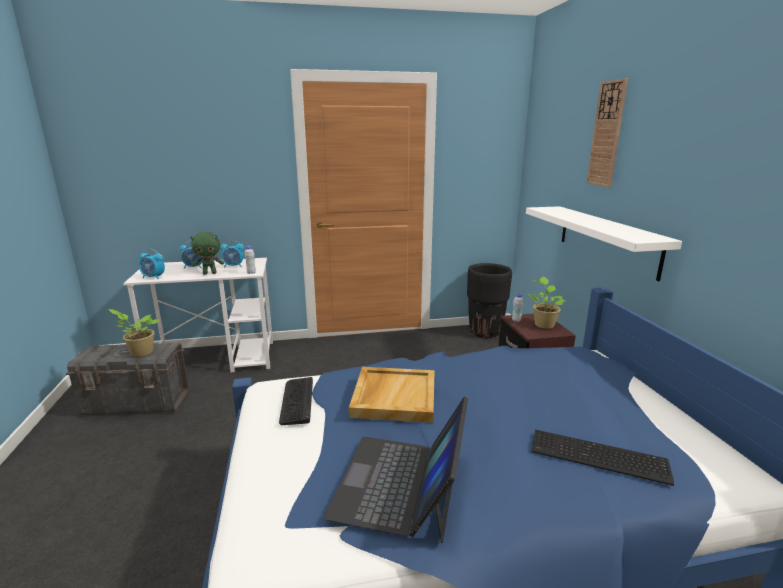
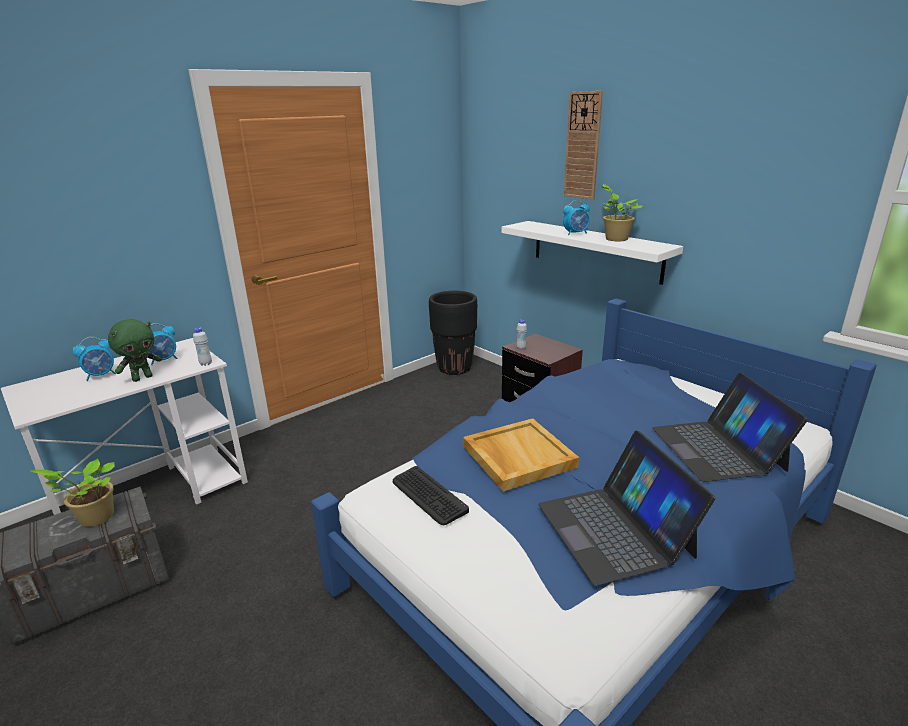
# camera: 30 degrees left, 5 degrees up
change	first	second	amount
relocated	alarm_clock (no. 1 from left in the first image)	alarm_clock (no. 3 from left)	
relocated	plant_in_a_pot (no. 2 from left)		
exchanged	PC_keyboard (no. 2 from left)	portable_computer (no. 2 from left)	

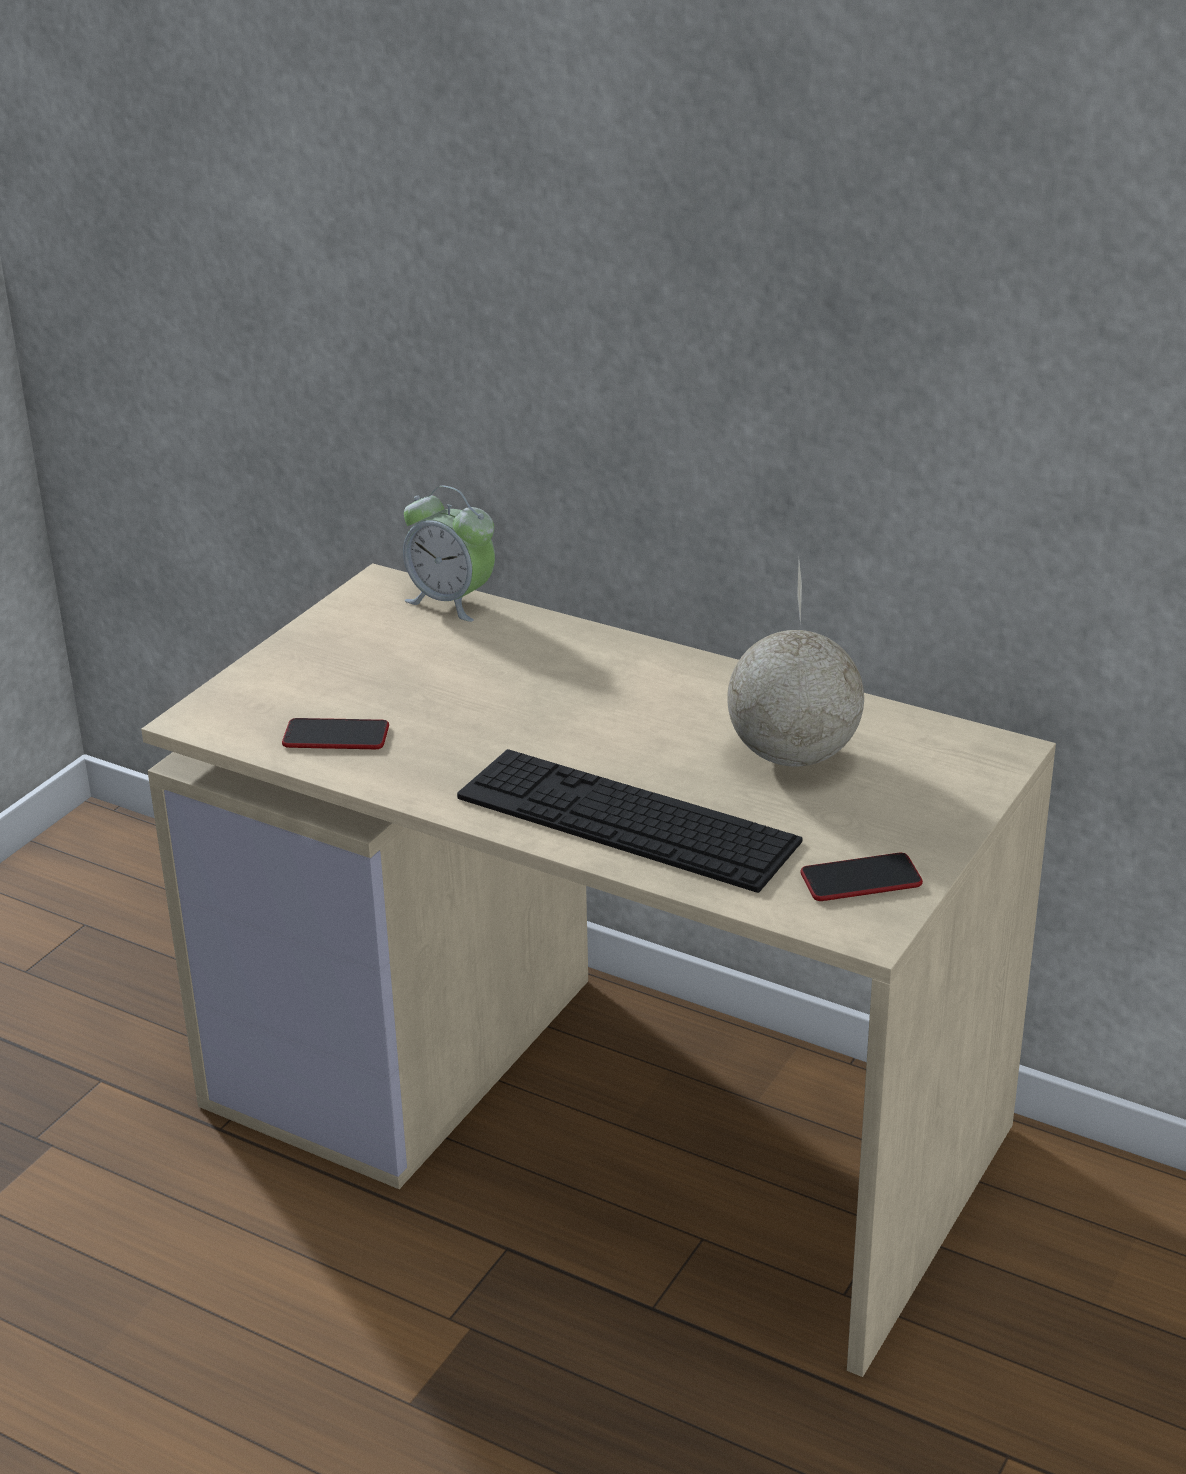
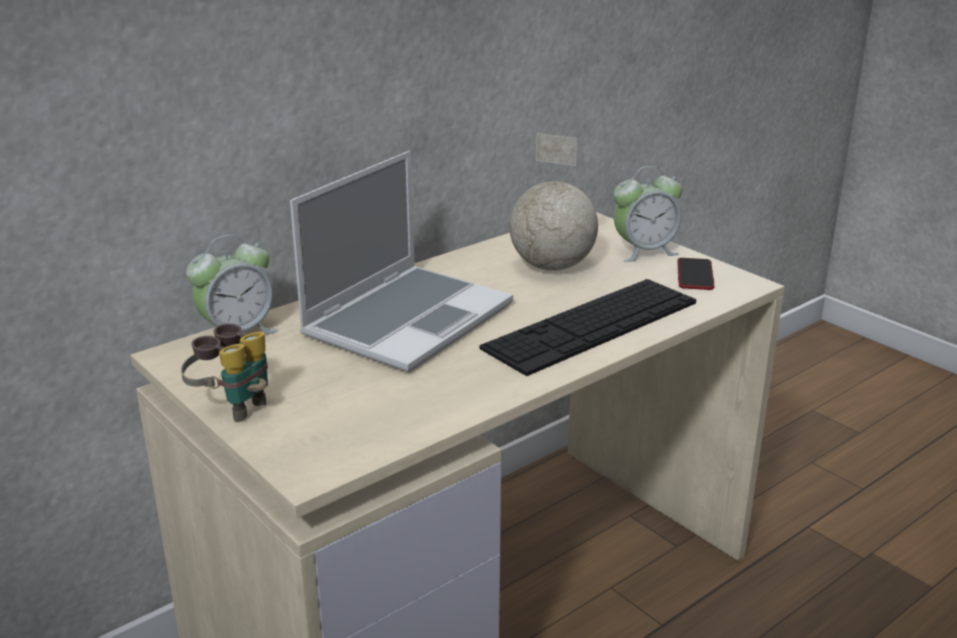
# camera: 70 degrees left, 5 degrees down
change	first	second	amount
missing	phone (no. 1 from left)		
appeared		portable_computer	
appeared		alarm_clock (no. 2 from left)	
appeared		binoculars	

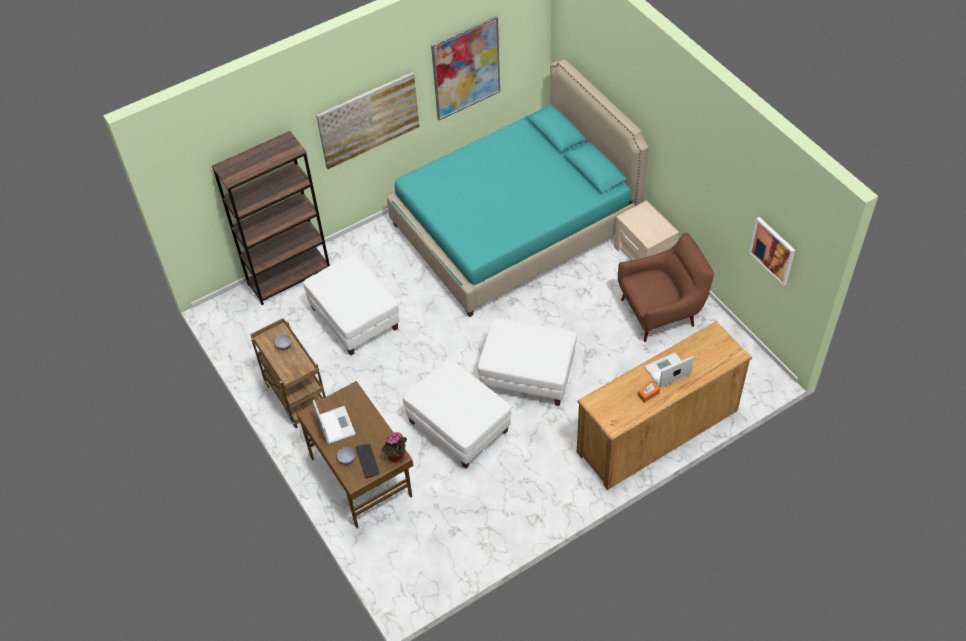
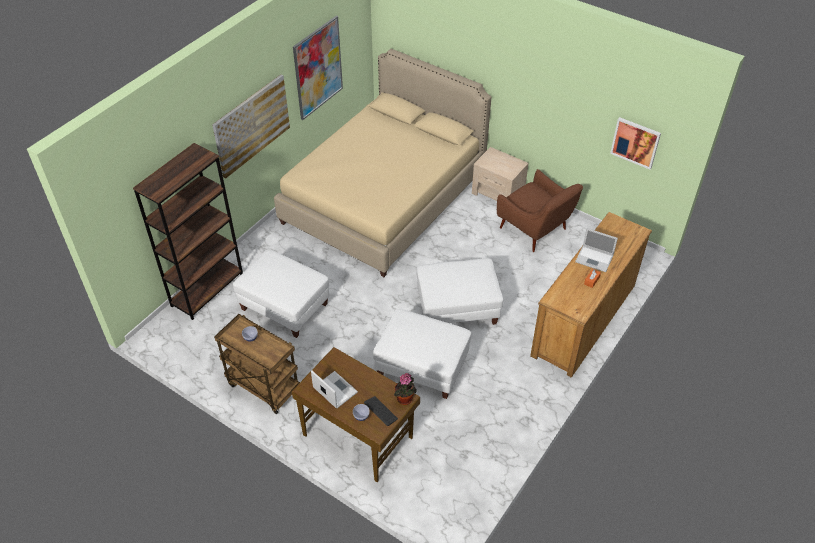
# camera: 25 degrees left, 5 degrees down
change	first	second	amount
colour	turquoise-coloured_bedroom_bed	sand-coloured_bedroom_bed	
spun	brown_easy_chair		90 degrees clockwise
spun	portable_computer (no. 2 from left)		105 degrees counterclockwise

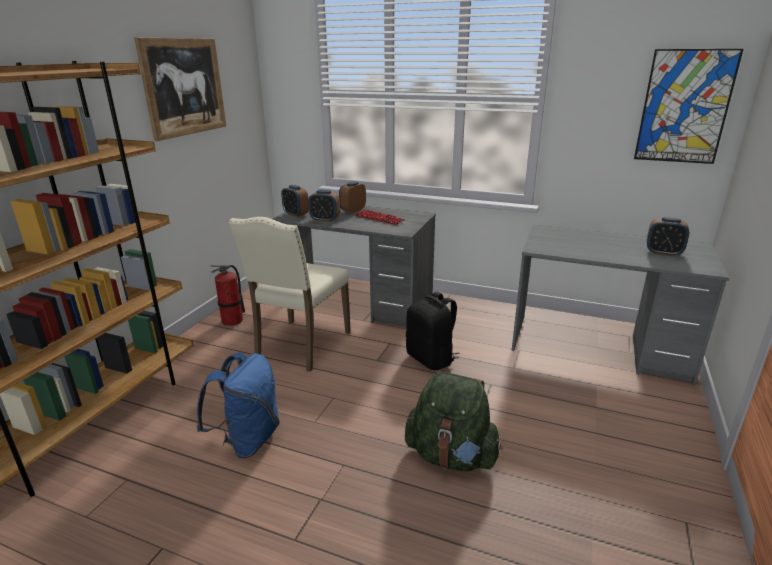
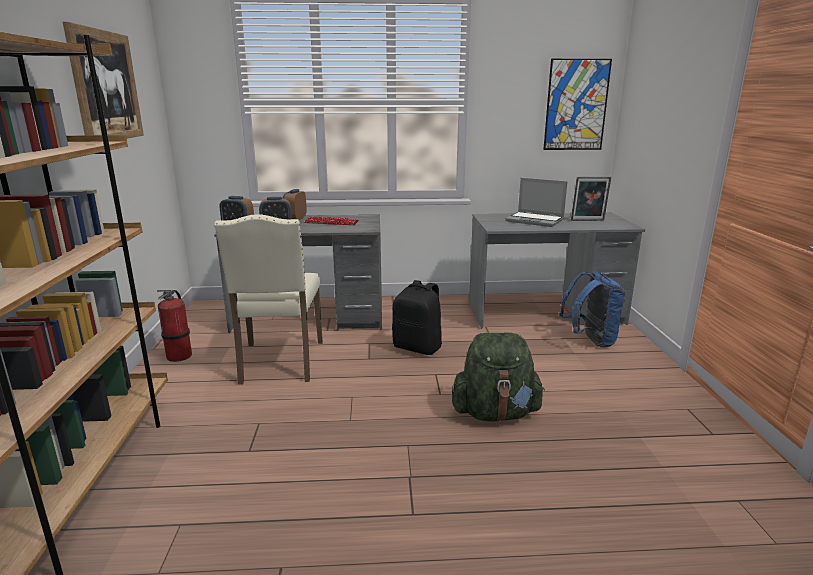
# camera: 25 degrees left, 5 degrees down
change	first	second	amount
exchanged	alarm_clock (no. 4 from left)	standing_frame	
relocated	blue_rucksack		
appeared		portable_computer	

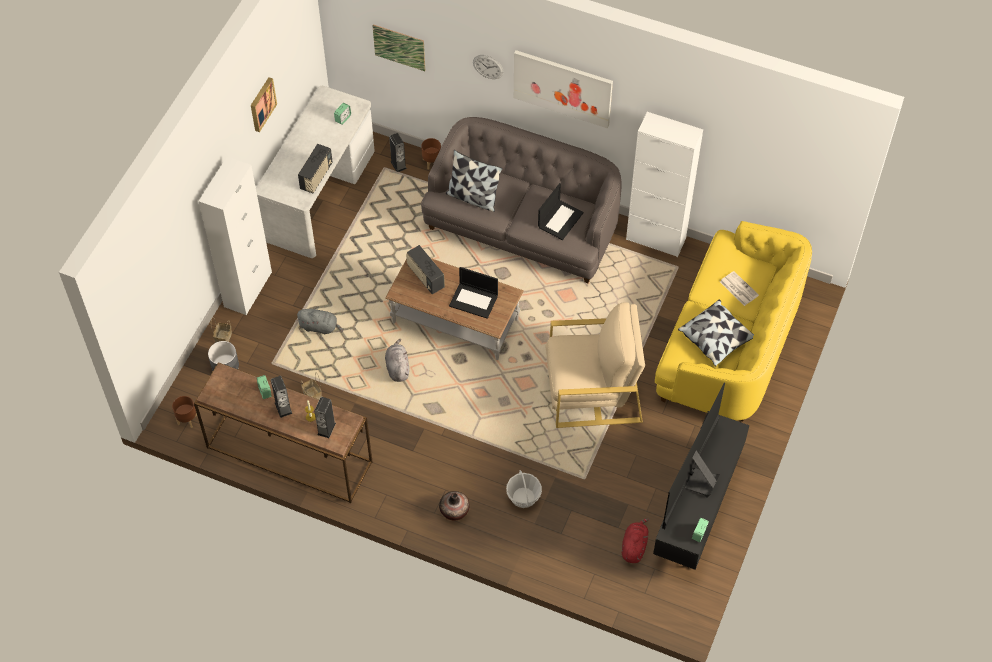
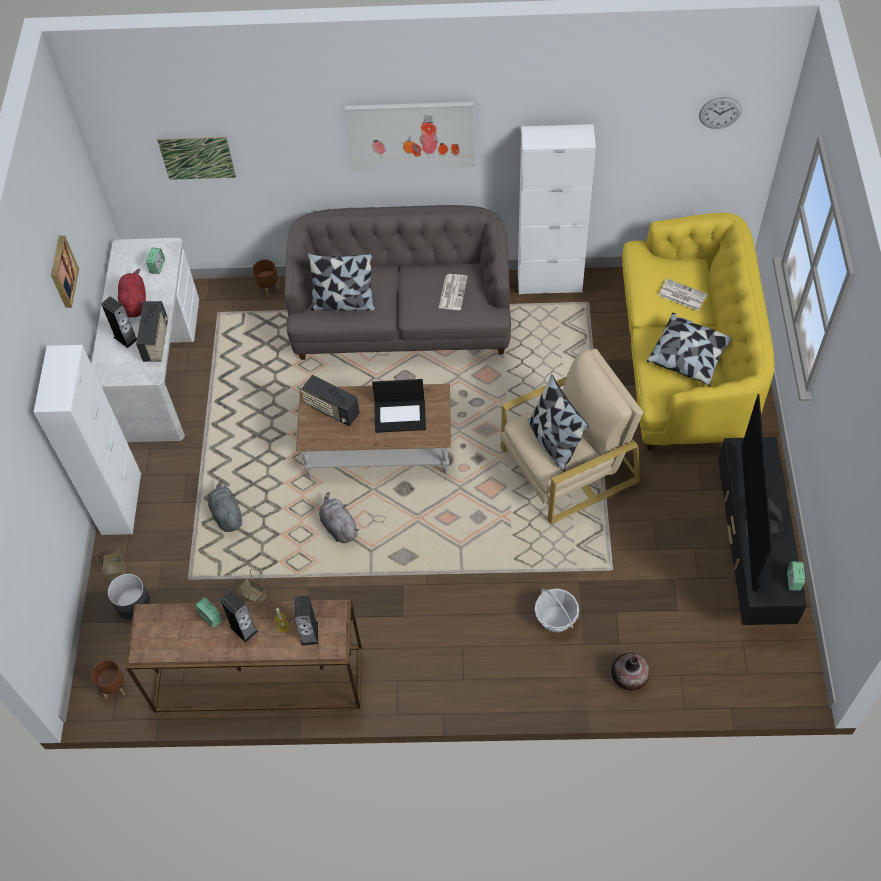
# camera: 20 degrees left, 0 degrees up
change	first	second	amount
relocated	hanging_clock		
relocated	audio_speaker (no. 3 from left in the first image)	audio_speaker (no. 1 from left)	
exchanged	portable_computer (no. 2 from left)	daily_paper (no. 1 from left)	
spun	greyish_plush_toy (no. 1 from left)		105 degrees counterclockwise
relocated	decorative_vase		
relocated	reddish_plush_toy		
appeared		throw_pillow (no. 2 from left)	

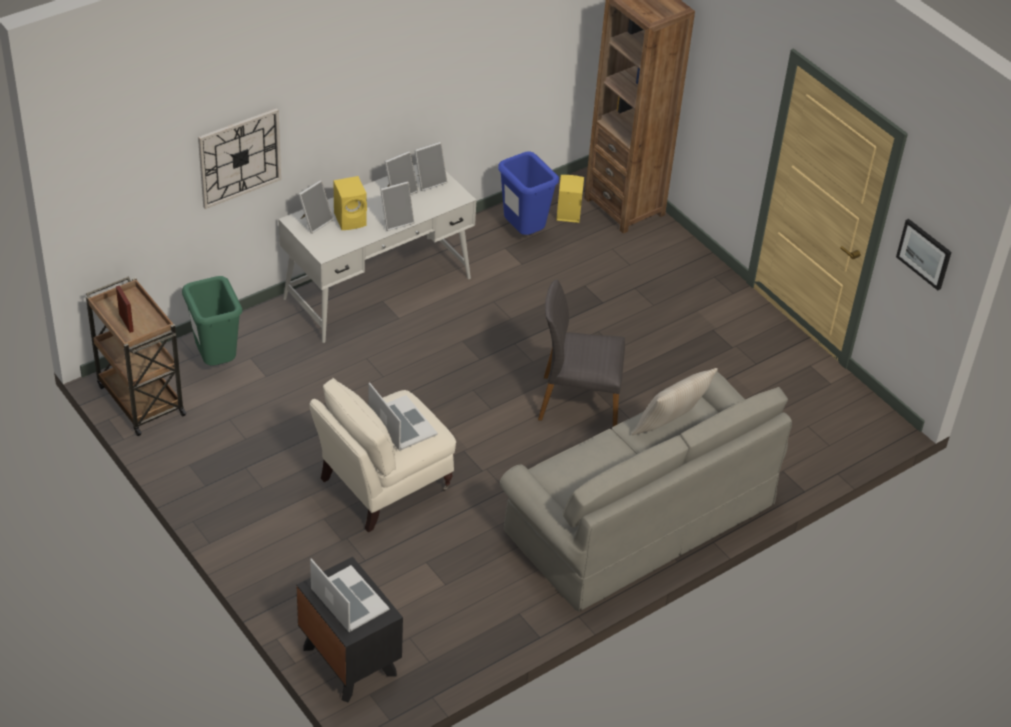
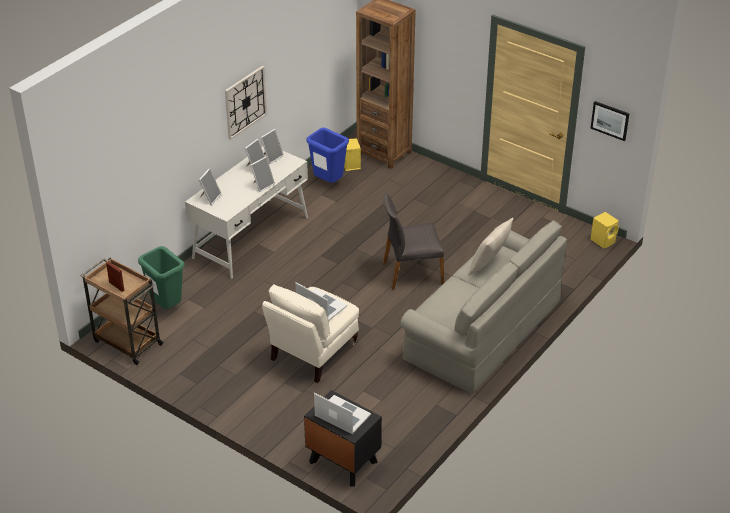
# camera: 15 degrees left, 5 degrees down
change	first	second	amount
relocated	hanging_clock		
relocated	yellow-coloured_audio_speaker (no. 1 from left in the first image)	yellow-coloured_audio_speaker (no. 2 from left)	

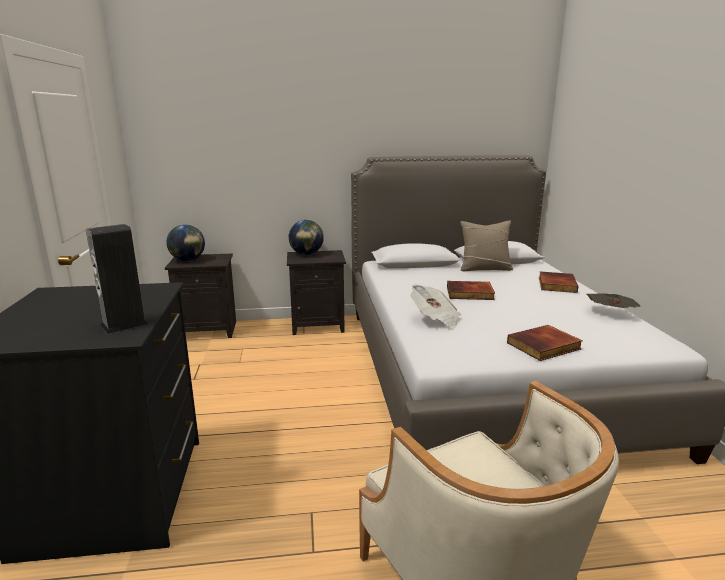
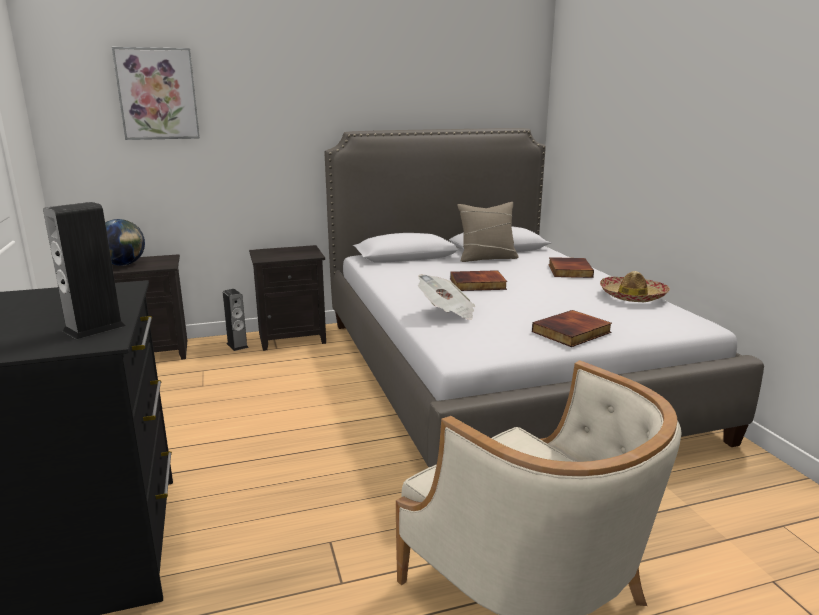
# camera: 10 degrees left, 0 degrees up
change	first	second	amount
missing	world_globe (no. 2 from left)		
exchanged	daily_paper (no. 2 from left)	hat	
appeared		picture	
appeared		audio_speaker (no. 2 from left)	

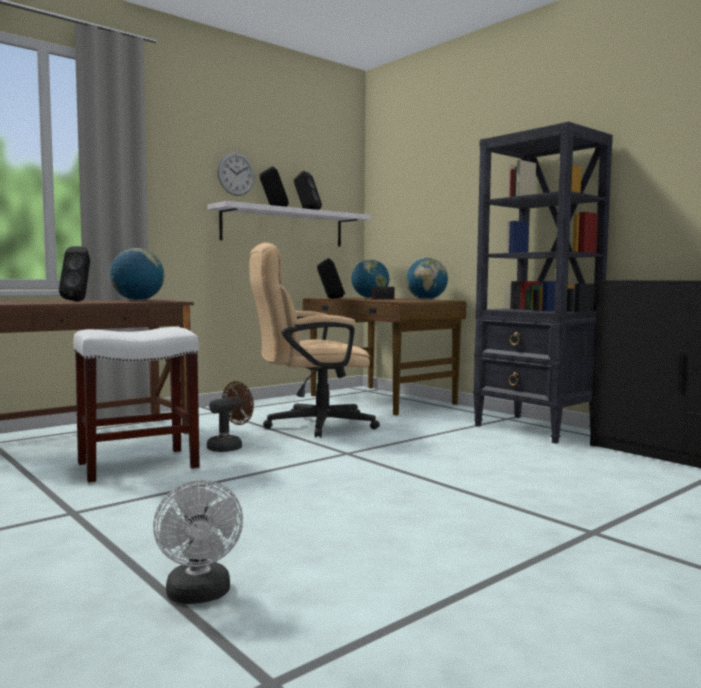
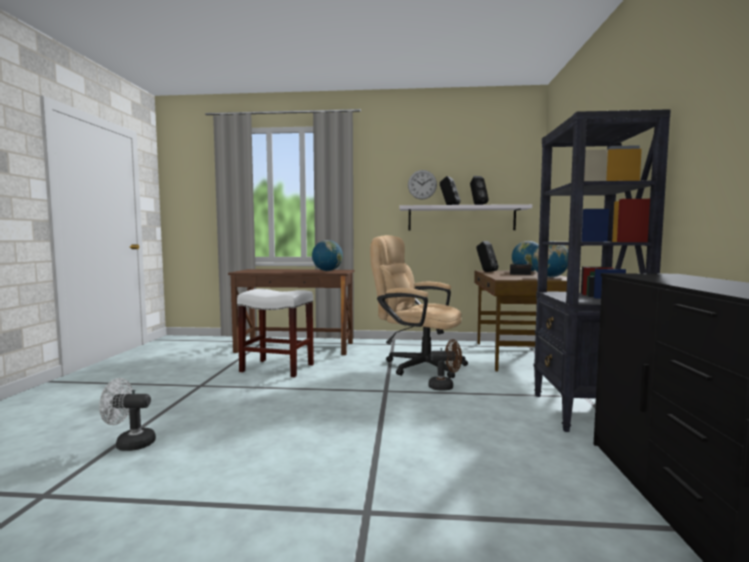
# camera: 45 degrees right, 0 degrees up
change	first	second	amount
missing	black_audio_speaker (no. 1 from left)		
relocated	brown_fan		
spun	whitish_fan		60 degrees clockwise

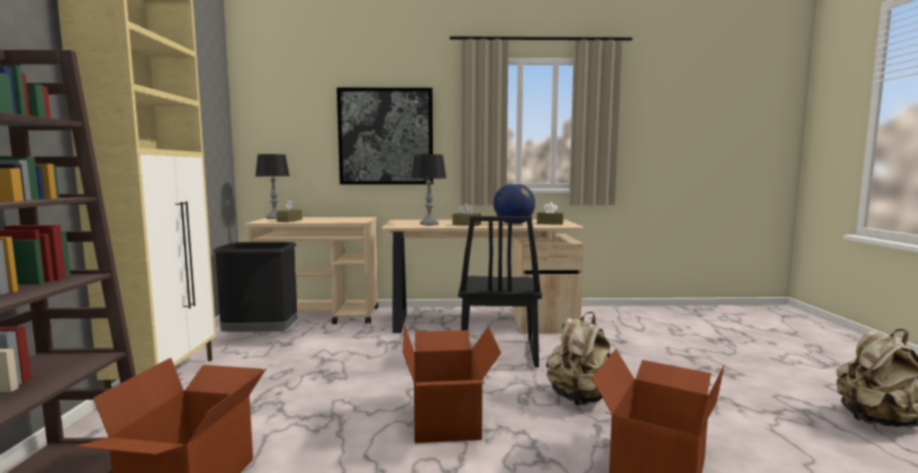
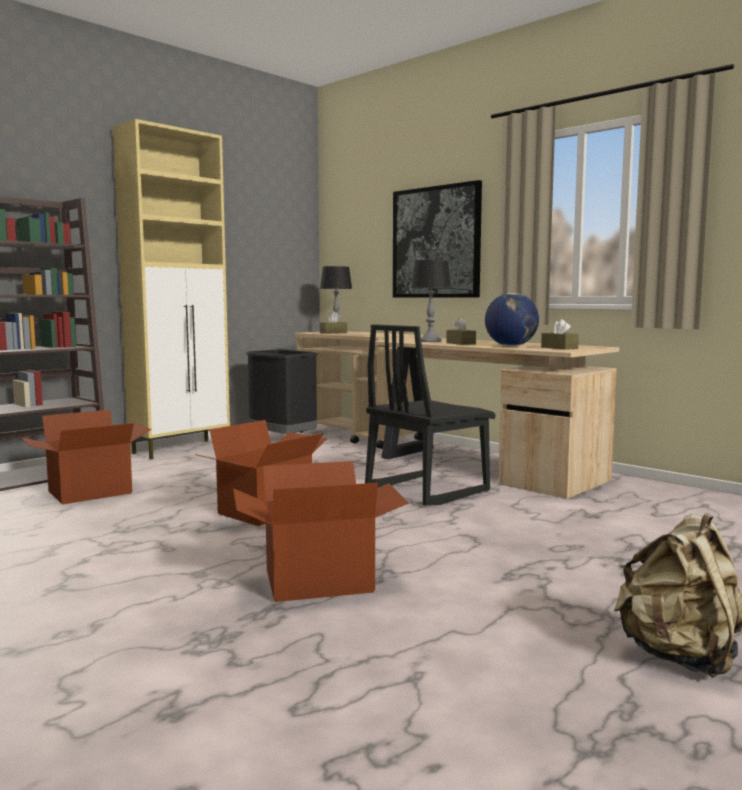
# camera: 45 degrees right, 0 degrees up
change	first	second	amount
missing	sand-coloured_rucksack (no. 1 from left)		

